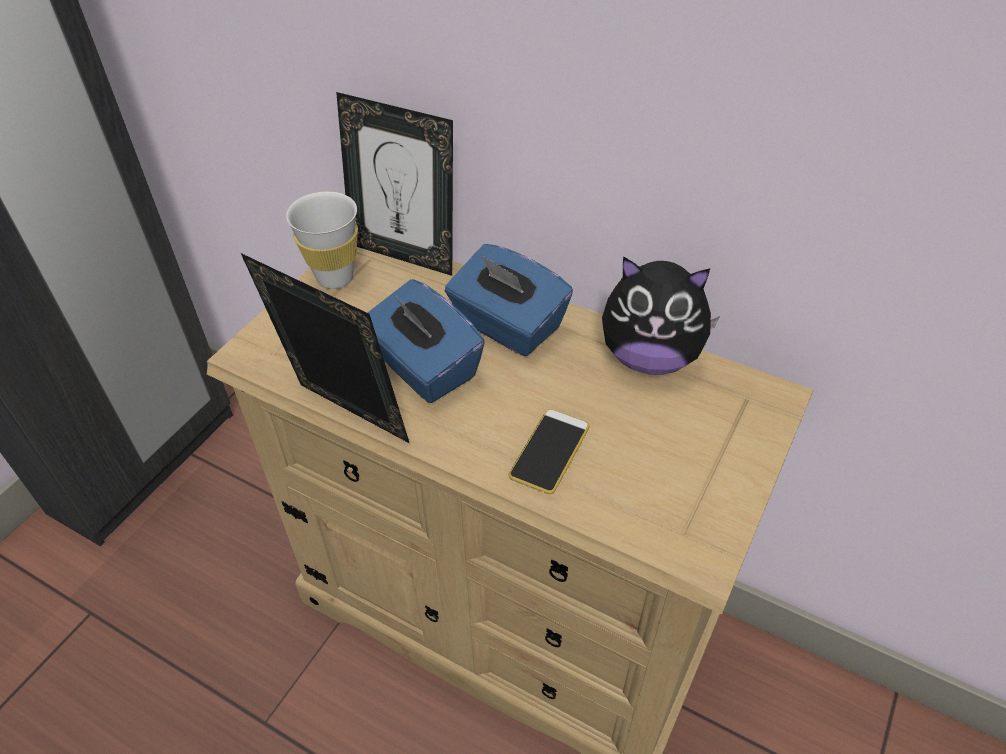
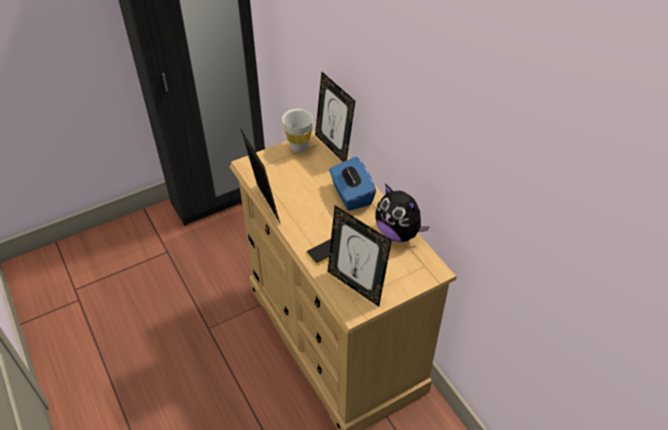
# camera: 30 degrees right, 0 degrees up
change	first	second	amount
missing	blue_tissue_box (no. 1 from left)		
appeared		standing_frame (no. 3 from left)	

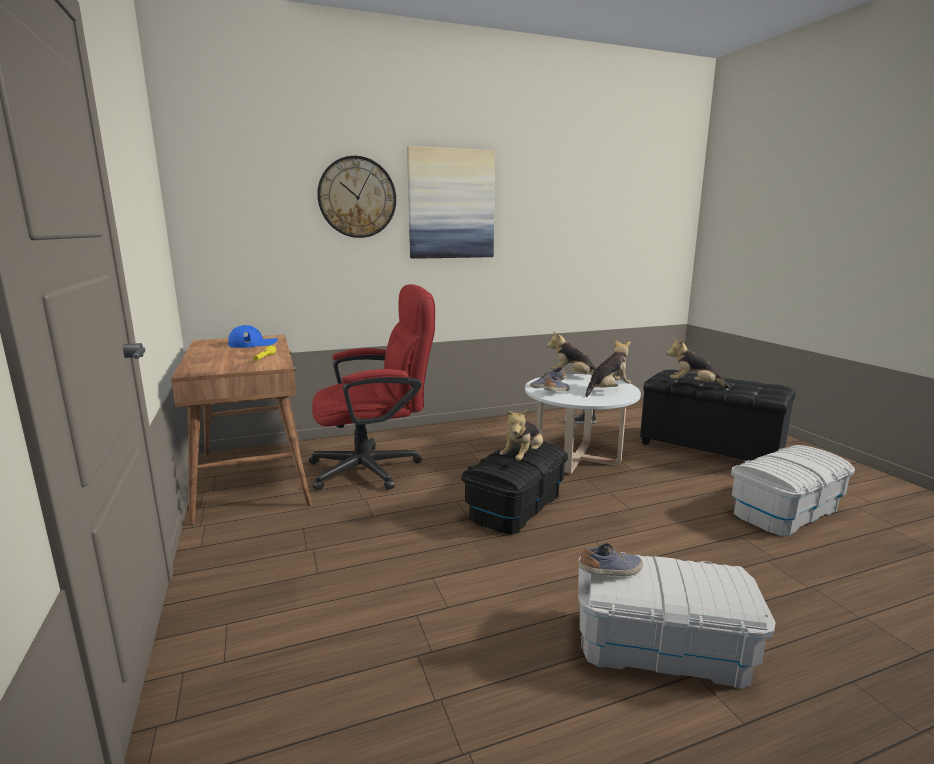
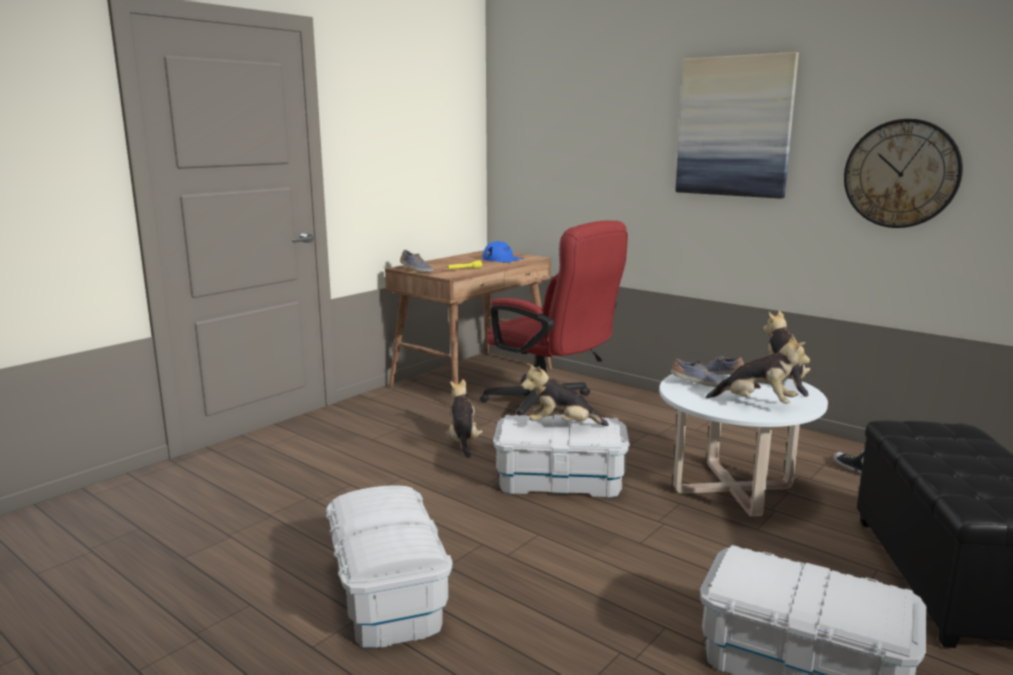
# camera: 60 degrees right, 0 degrees up
change	first	second	amount
relocated	hanging_clock		
relocated	plush_toy (no. 4 from left in the first image)	plush_toy (no. 1 from left)	
colour	black_storage_bin	whitish_storage_bin (no. 2 from left)	
relocated	low_shoe (no. 4 from left in the first image)	low_shoe (no. 1 from left)	

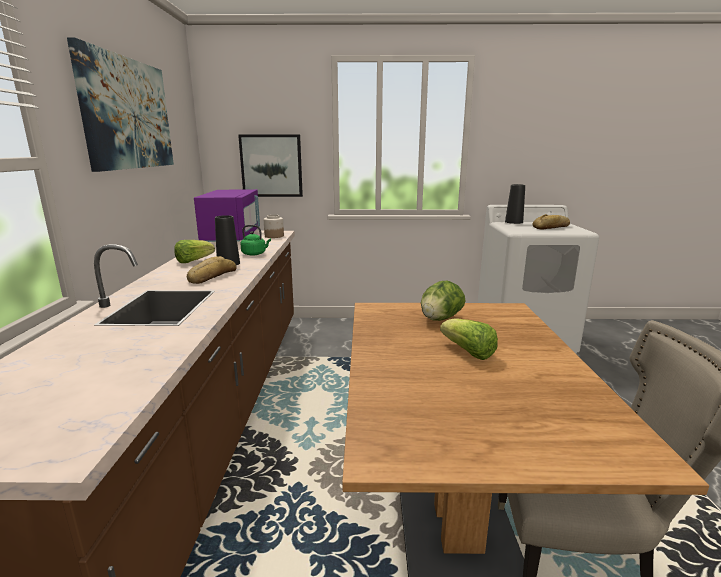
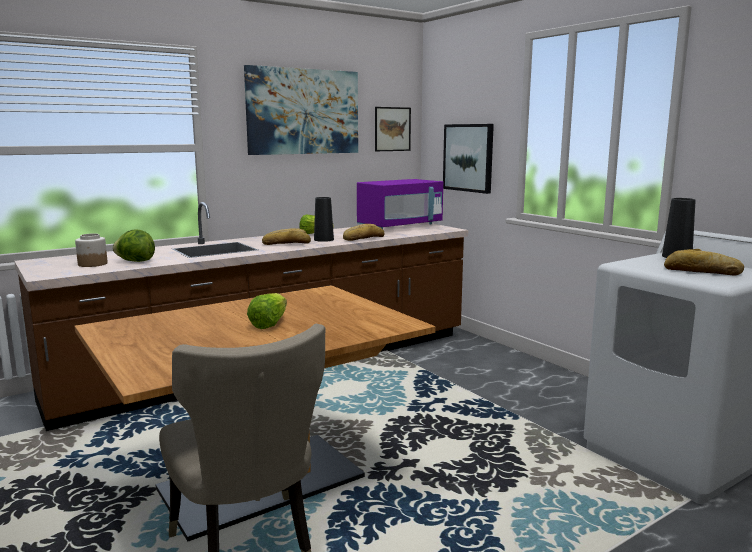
# camera: 55 degrees right, 5 degrees down
change	first	second	amount
relocated	jar		
exchanged	green_water_kettle	bakery_bread (no. 2 from left)	
relocated	lettuce_head (no. 2 from left in the first image)	lettuce_head (no. 1 from left)	
appeared		picture (no. 2 from left)	

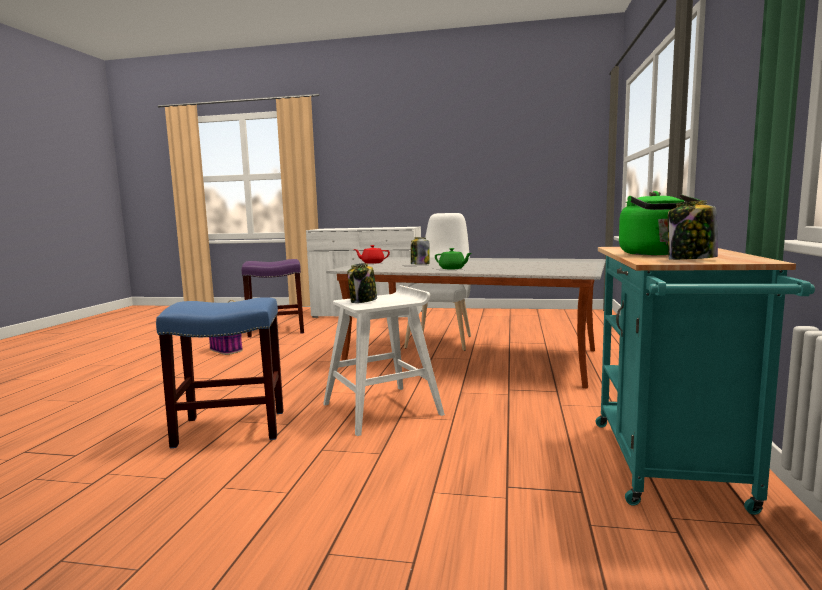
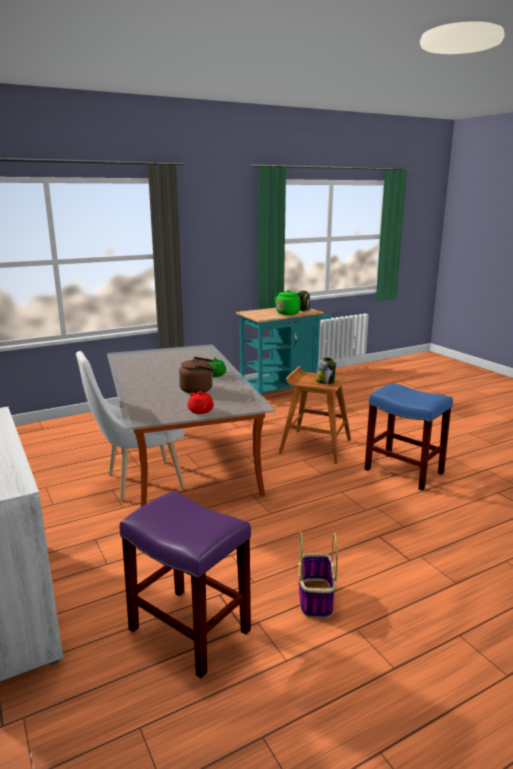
# camera: 130 degrees left, 10 degrees up
change	first	second	amount
exchanged	jar (no. 2 from left)	brown_water_kettle	
colour	whitish_stool_seat	brown_stool_seat	

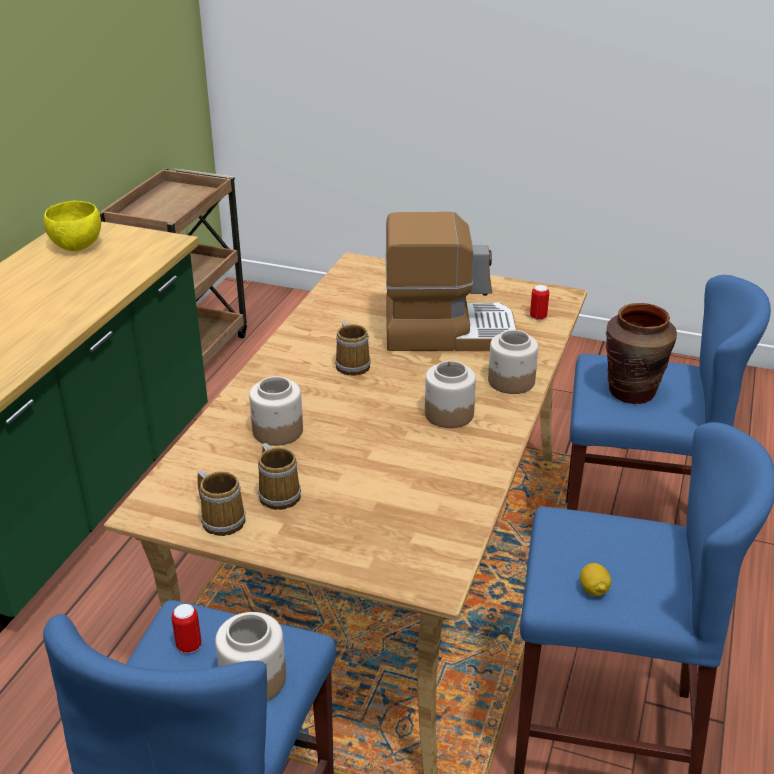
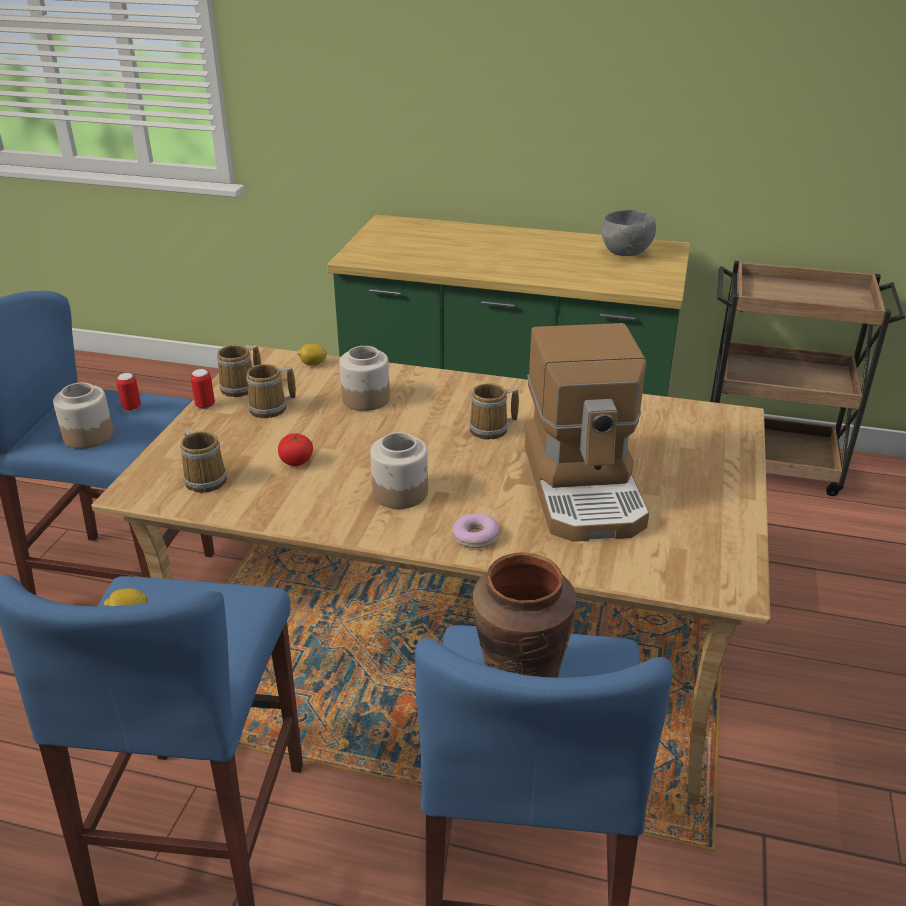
# camera: 85 degrees right, 0 degrees up
change	first	second	amount
colour	yellow-coloured_deep_dish	greyish_deep_dish	
relocated	metal_can (no. 2 from left)		
exchanged	jar (no. 4 from left)	ring_doughnut	
appeared		lemon (no. 2 from left)	
appeared		mug (no. 1 from left)	
appeared		tomato	

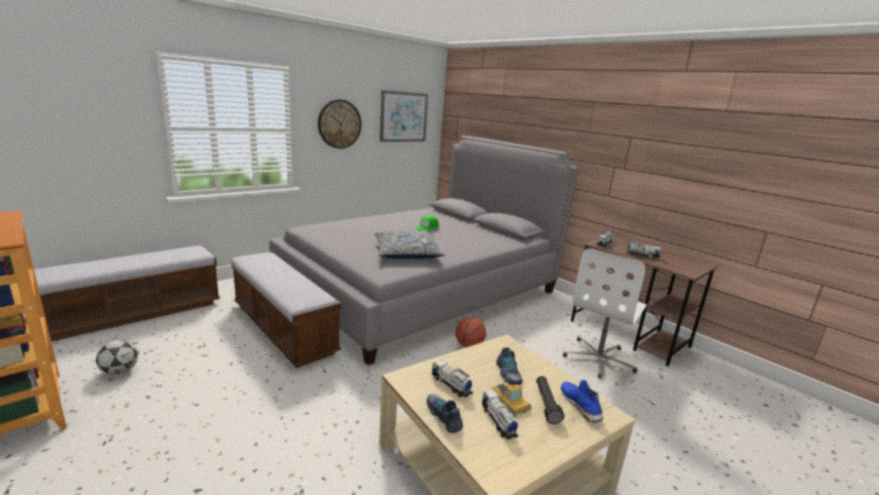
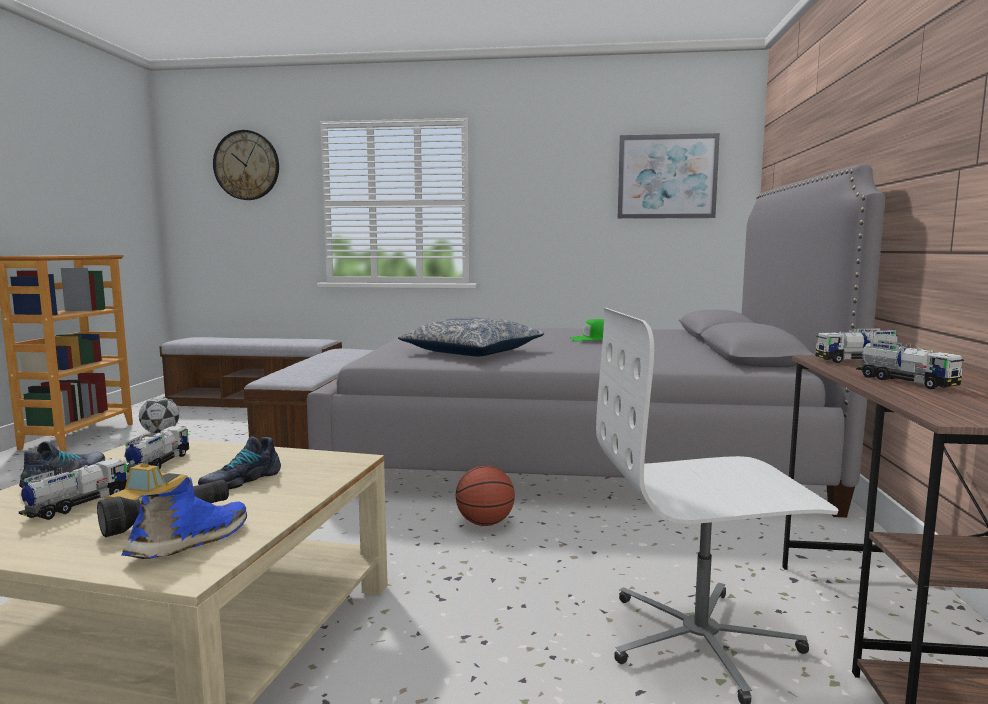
# camera: 50 degrees right, 10 degrees down
change	first	second	amount
relocated	hanging_clock		

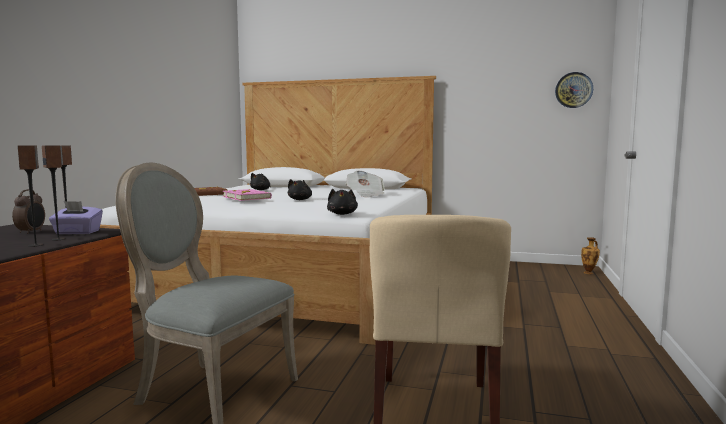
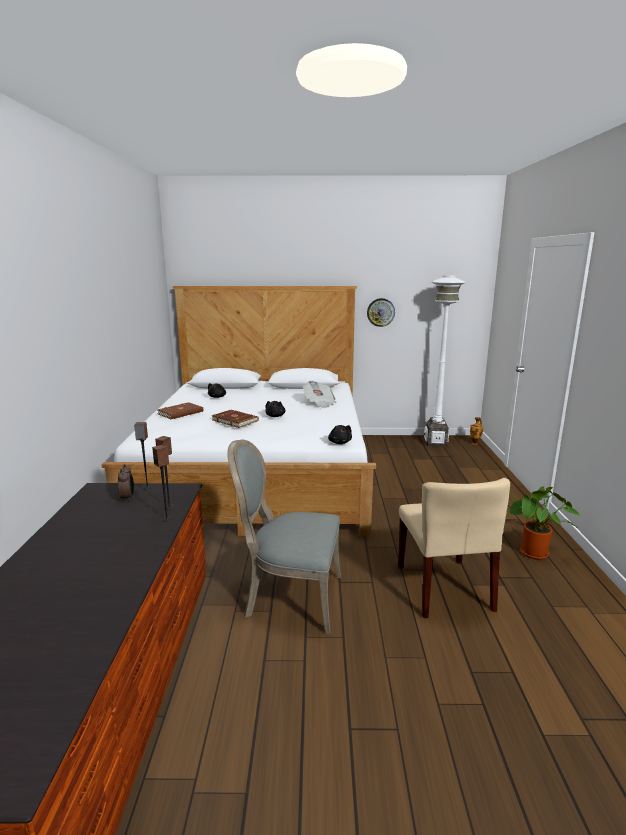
# camera: 15 degrees left, 10 degrees up
change	first	second	amount
relocated	hanging_clock		
colour	pinkish_book	brown_book (no. 2 from left)	
missing	purplish_tissue_box		
appeared		whitish_standard_lamp	
appeared		plant_in_a_pot	

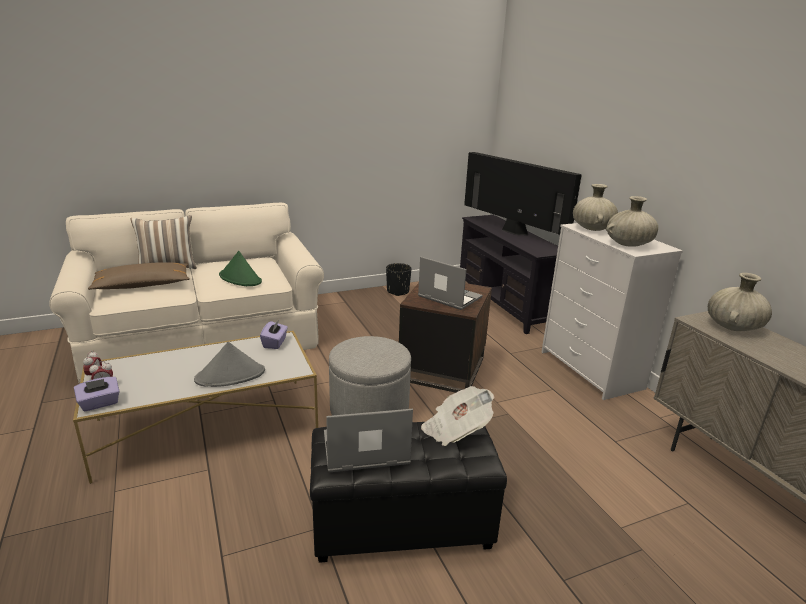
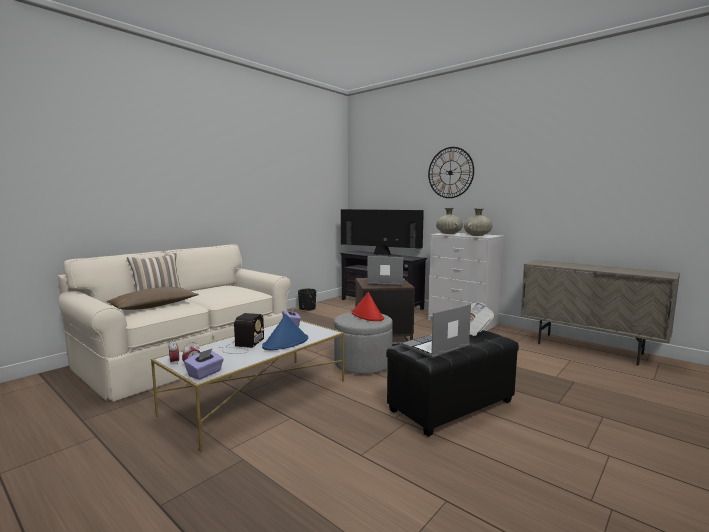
# camera: 25 degrees left, 15 degrees down
change	first	second	amount
missing	green_hat		
missing	sand-coloured_decorative_vase (no. 3 from left)		
colour	greyish_hat	blue_hat	
appeared		hanging_clock	
appeared		reddish_hat	
appeared		radio_set	

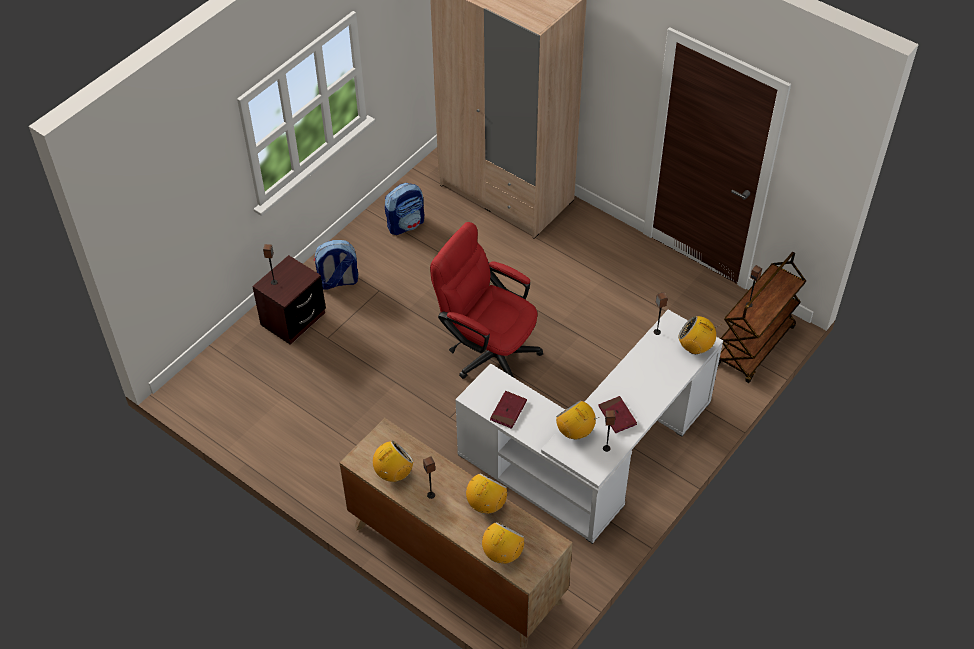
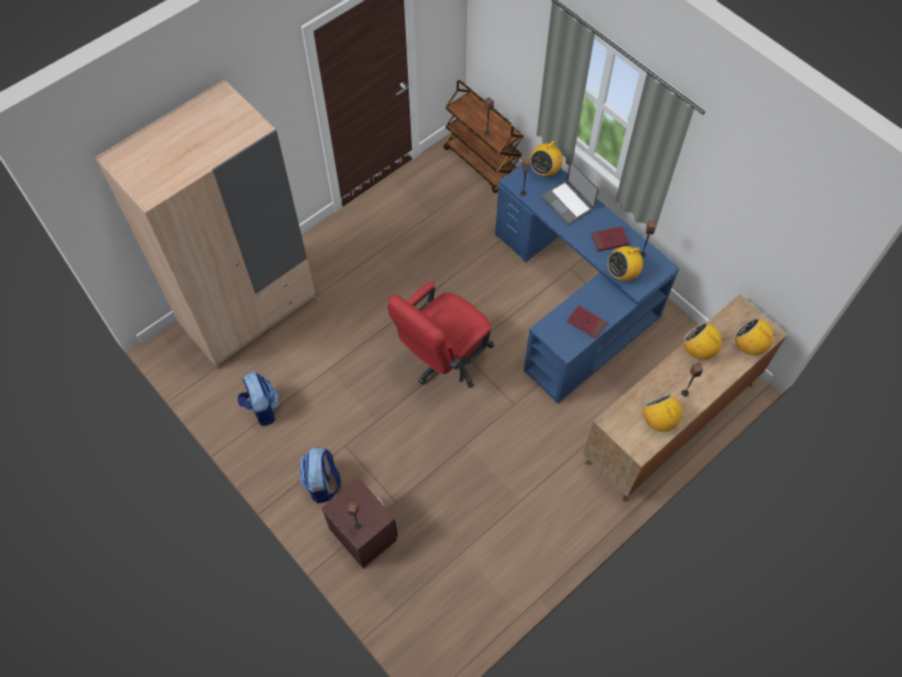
# camera: 80 degrees left, 10 degrees up
change	first	second	amount
colour	whitish_desk_table	blue_desk_table	
appeared		portable_computer	

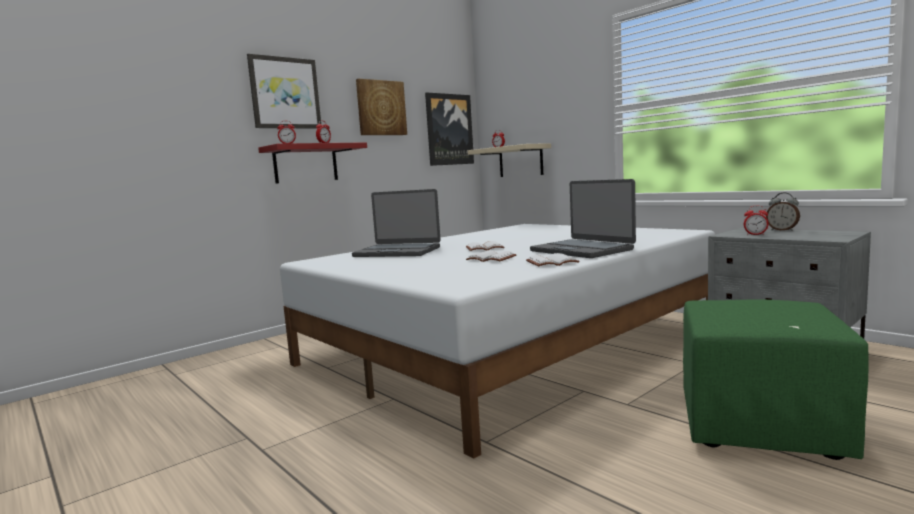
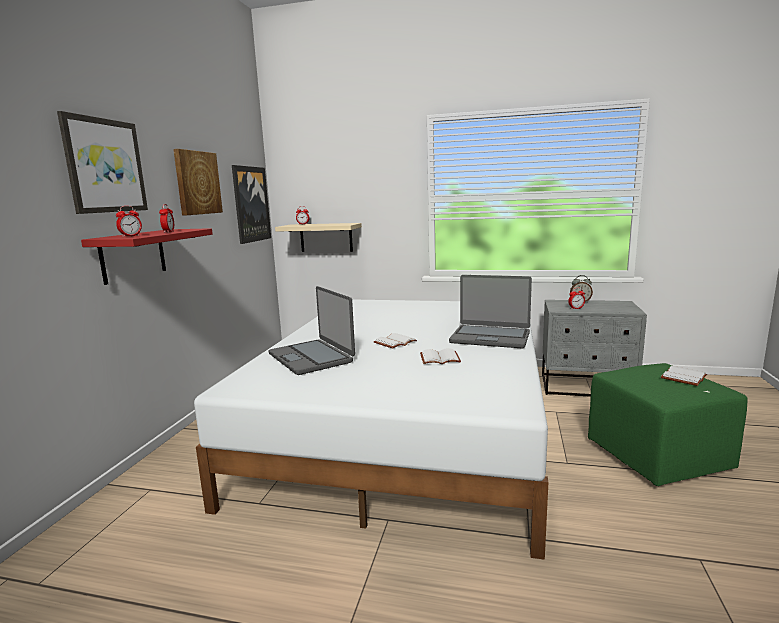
# camera: 35 degrees left, 5 degrees up
change	first	second	amount
spun	portable_computer (no. 1 from left)		75 degrees clockwise
relocated	whitish_book (no. 3 from left)		

